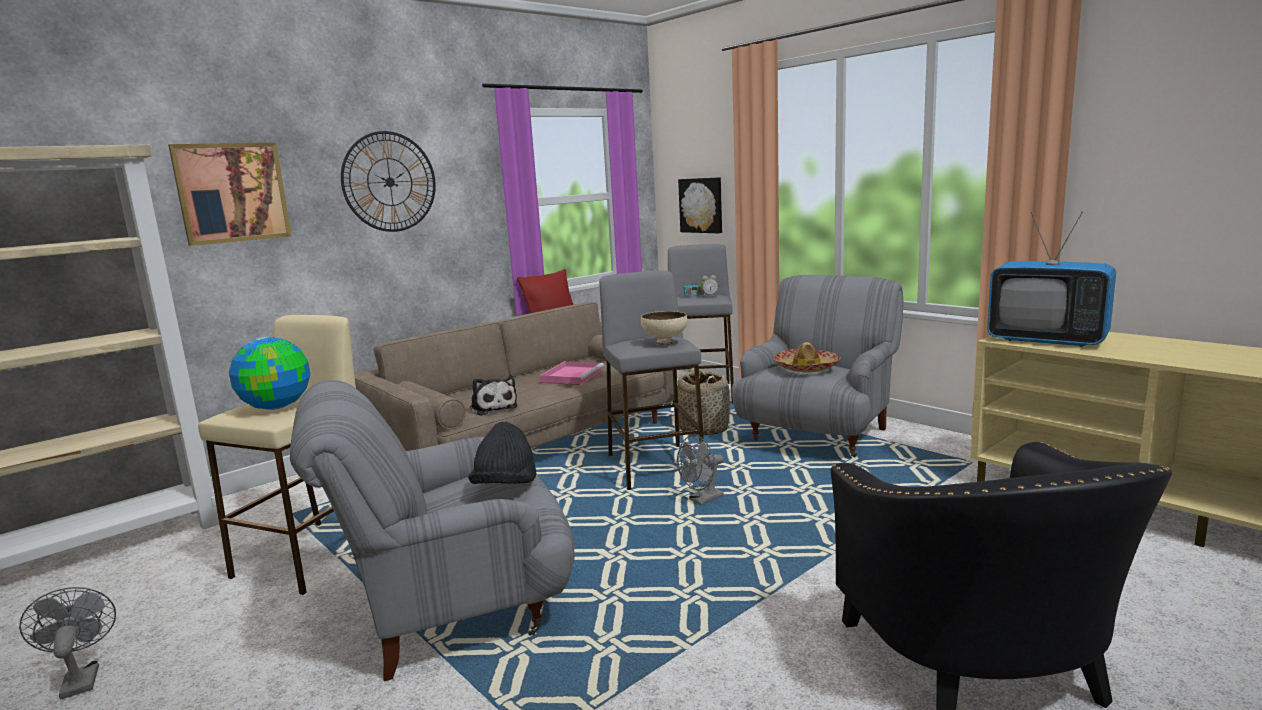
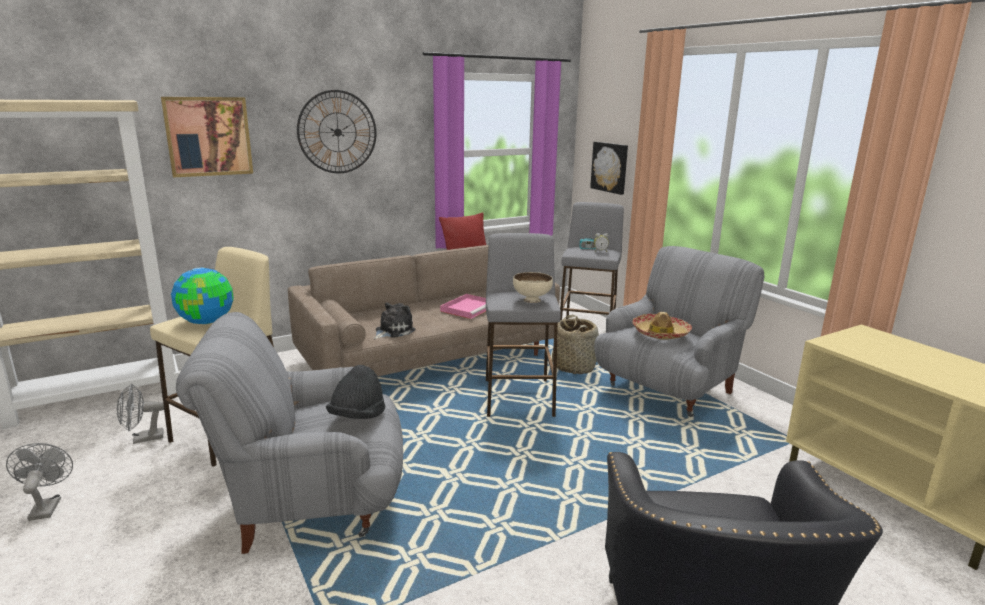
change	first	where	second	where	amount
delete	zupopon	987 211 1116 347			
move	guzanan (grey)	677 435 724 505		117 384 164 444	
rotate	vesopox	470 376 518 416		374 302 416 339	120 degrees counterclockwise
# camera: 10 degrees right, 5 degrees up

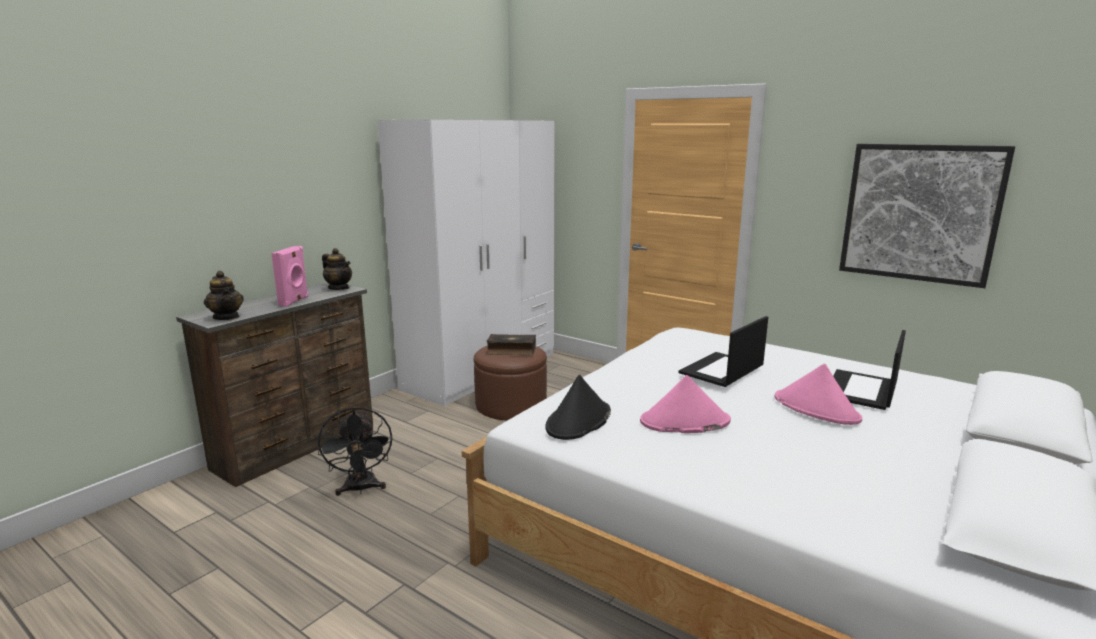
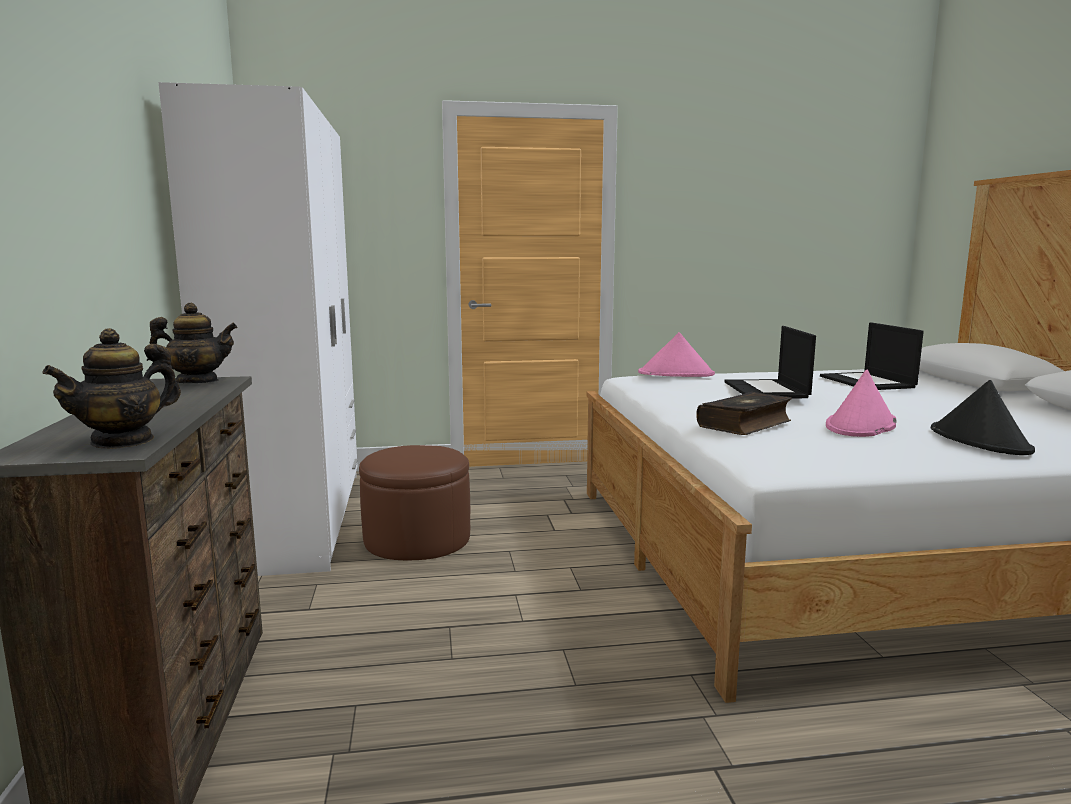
change	first	where	second	where	amount
delete	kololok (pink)	271 246 308 307			
delete	guzanan (black)	318 407 392 496			
delete	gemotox	839 144 1015 288			
move	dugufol	487 334 536 355		696 392 792 435	
move	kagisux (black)	545 375 611 440		931 380 1035 455	
move	kagisux (pink)	775 364 862 425		638 332 715 377	
rotate	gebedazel	204 271 244 320		42 328 181 449	120 degrees clockwise
# camera: 45 degrees left, 5 degrees down

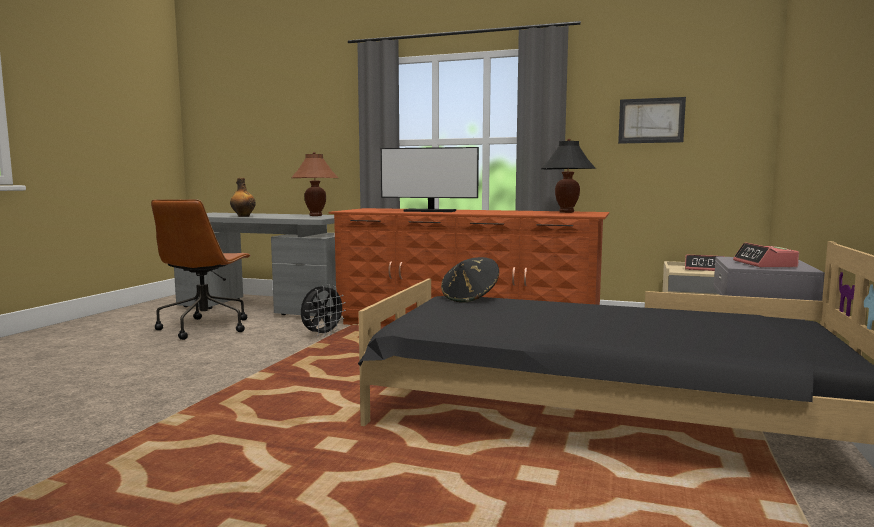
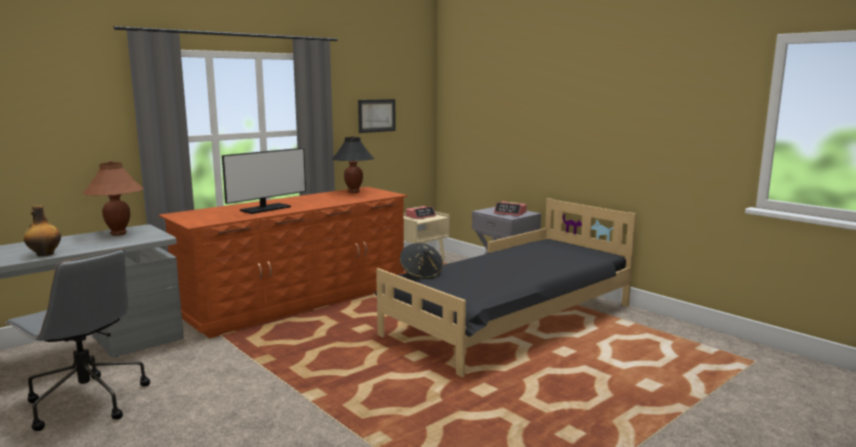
change	first	where	second	where	amount
delete	guzanan (black)	301 284 346 337			
recolor	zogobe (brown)	151 199 251 340	zogobe (grey)	5 248 150 431	
# camera: 60 degrees left, 5 degrees up

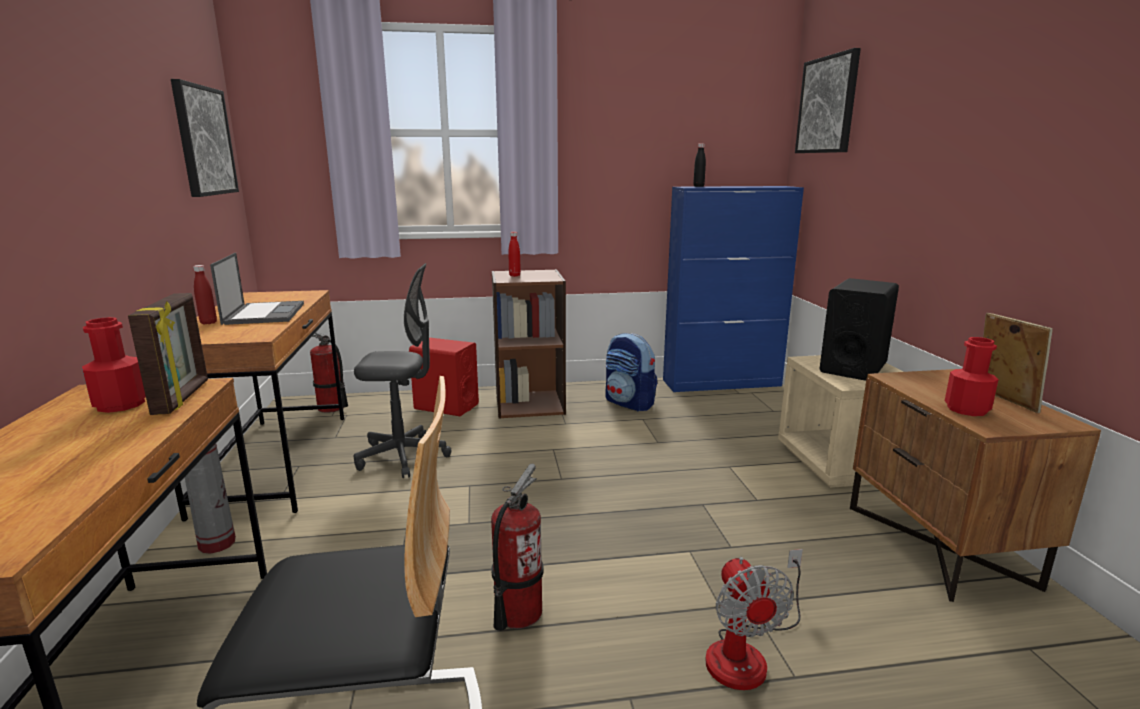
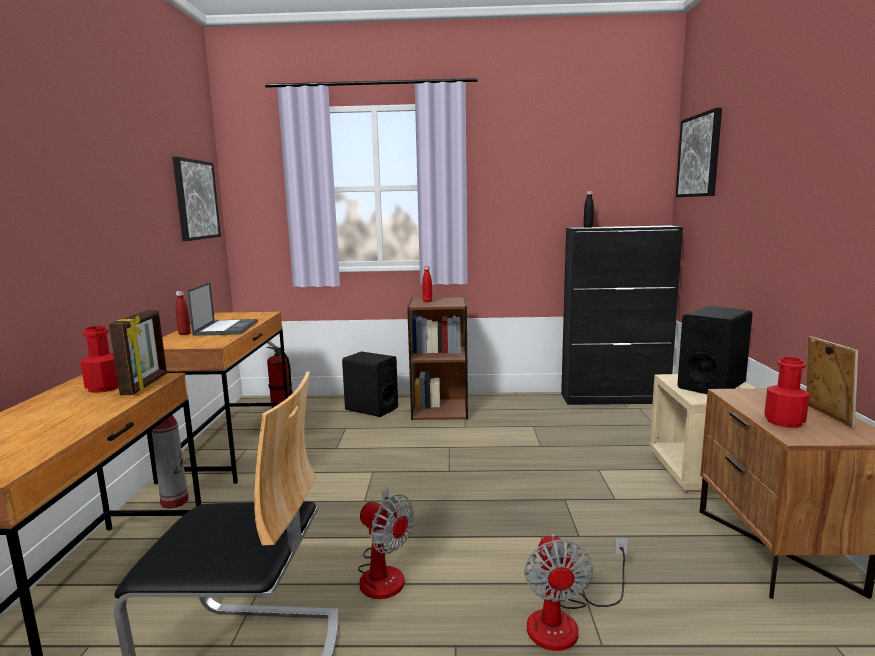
change	first	where	second	where	amount
delete	zogobe (grey)	354 263 452 478			
delete	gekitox	605 333 657 411			
replace	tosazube	491 464 544 631	guzanan	358 487 414 599	
recolor	kololok (red)	409 338 479 416	kololok (black)	342 352 398 417	
recolor	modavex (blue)	663 186 804 392	modavex (black)	561 225 683 405	
# camera: 10 degrees right, 5 degrees down

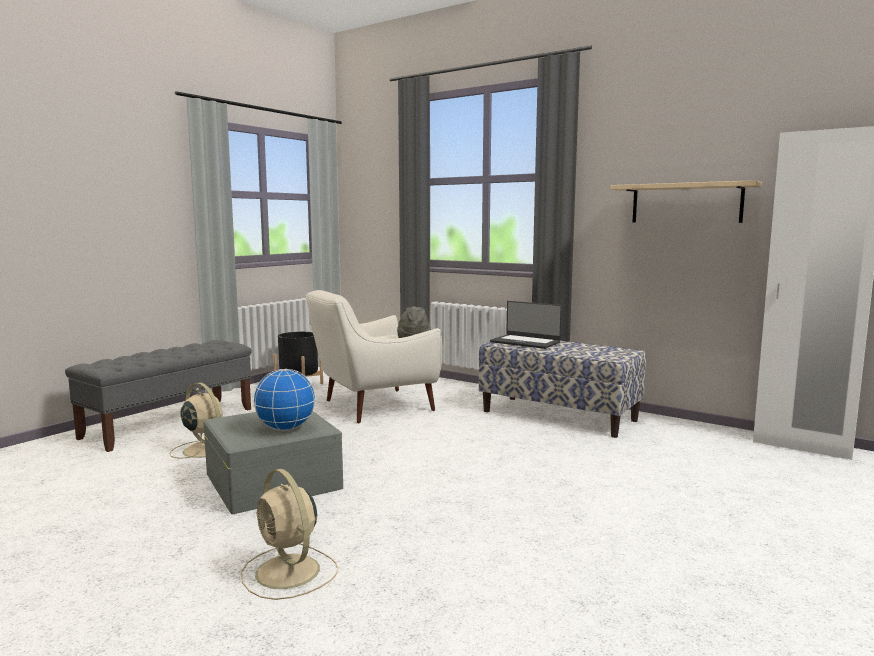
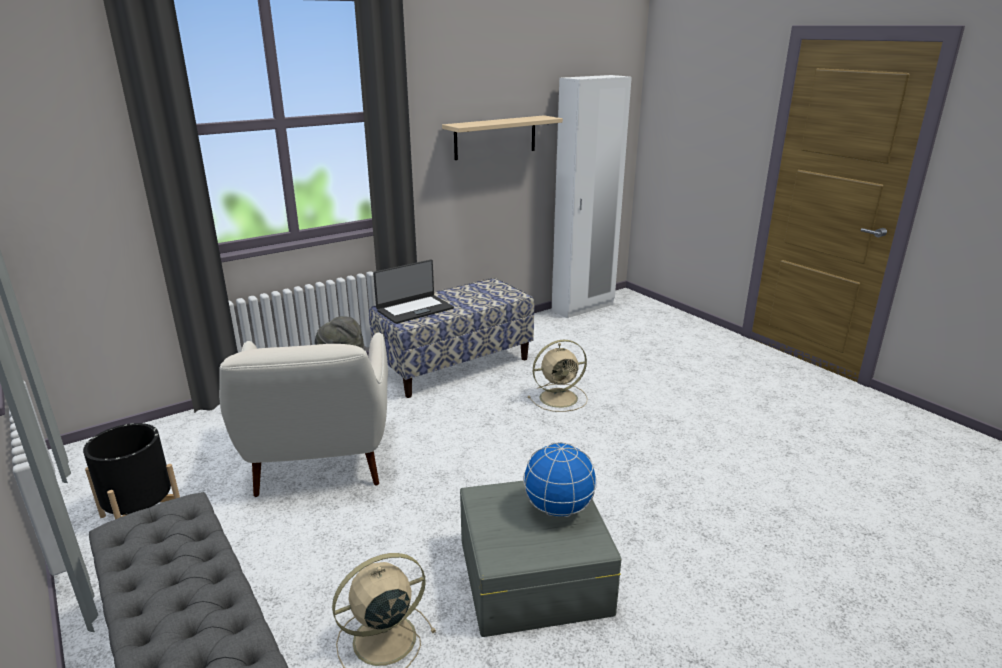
change	first	where	second	where	amount
move	guzanan (beige)	241 469 338 600		528 340 588 412	
# camera: 70 degrees left, 15 degrees up

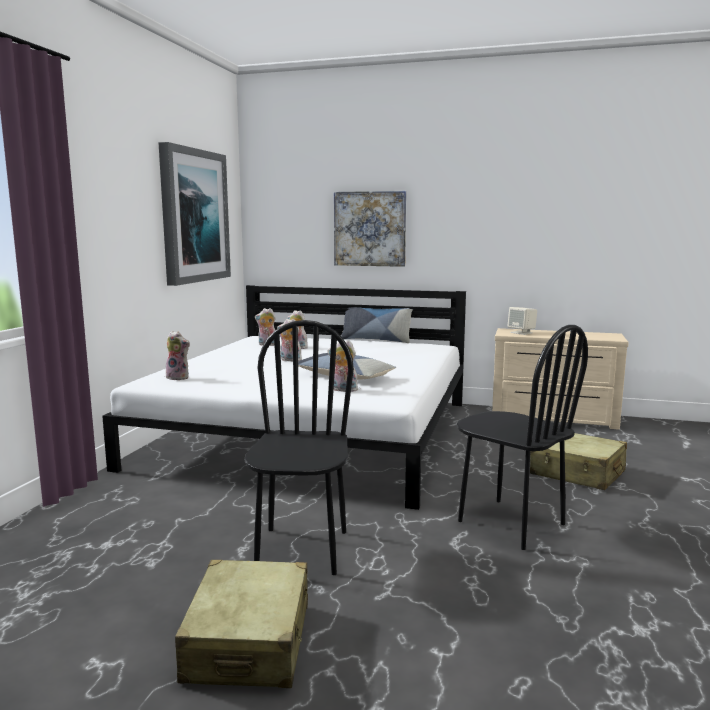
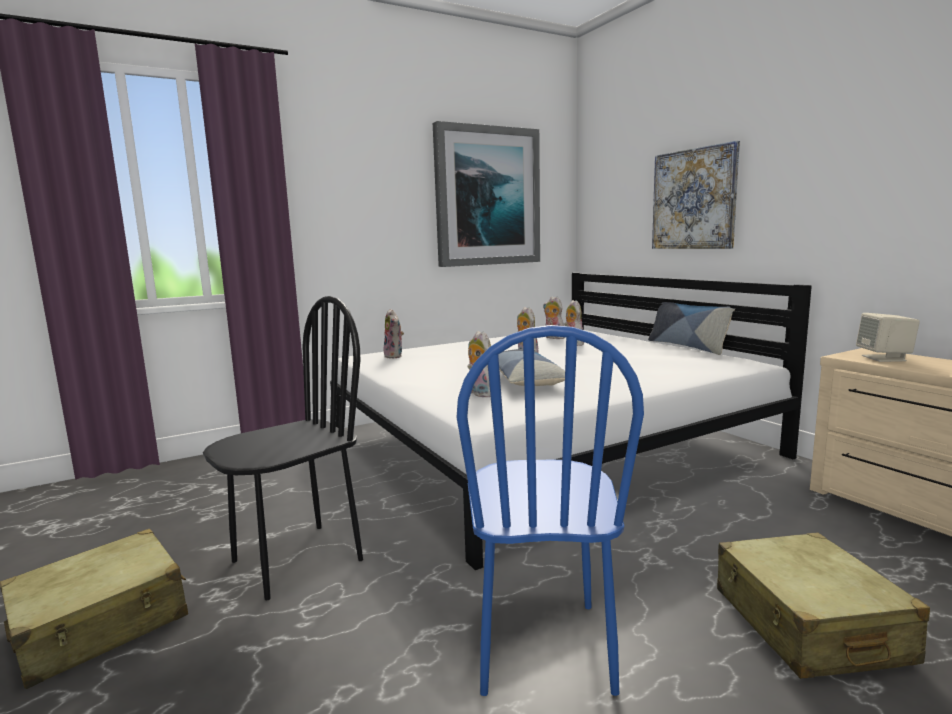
change	first	where	second	where	amount
recolor	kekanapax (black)	457 325 588 550	kekanapax (blue)	456 325 644 696	
# camera: 45 degrees right, 0 degrees up

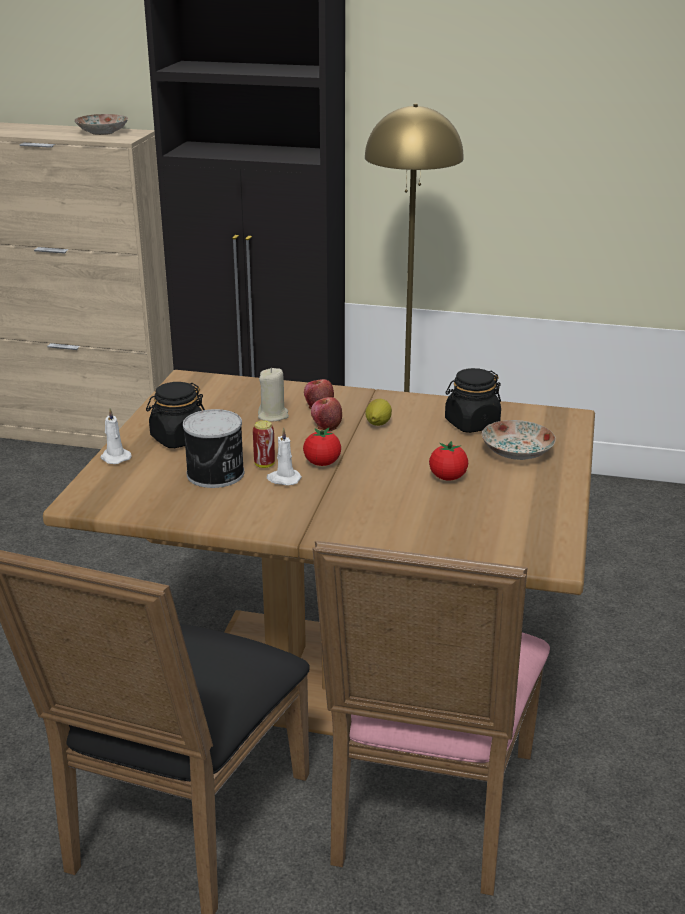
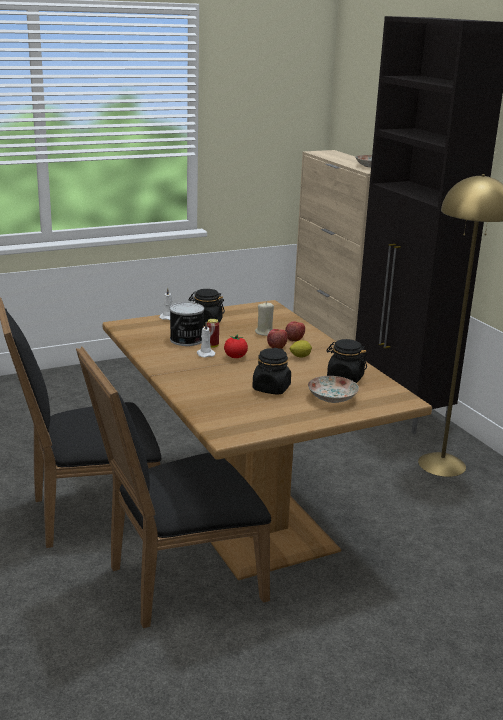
change	first	where	second	where	amount
replace	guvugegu	429 441 468 481	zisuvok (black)	252 348 291 395	
recolor	kekanapax (pink)	312 540 550 896	kekanapax (black)	76 346 271 628	
# camera: 50 degrees right, 5 degrees down

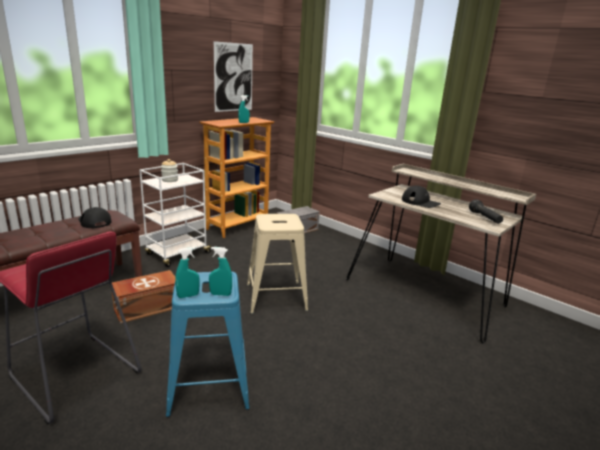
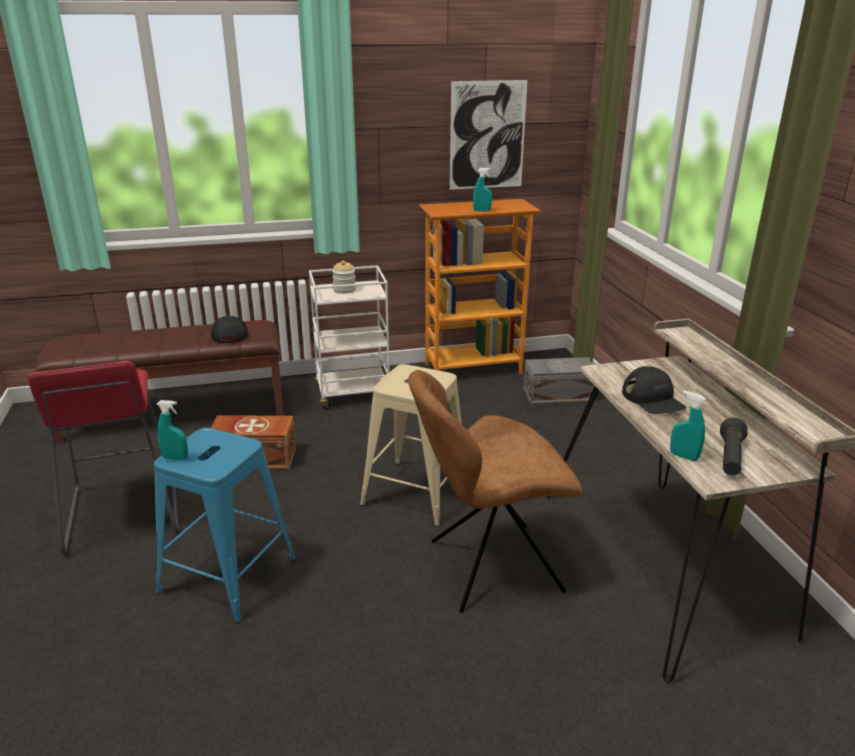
change	first	where	second	where	amount
insert			kekanapax (brown)	408 370 583 613	
move	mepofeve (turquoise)	209 247 232 296		670 391 706 461	
# camera: 35 degrees right, 5 degrees up

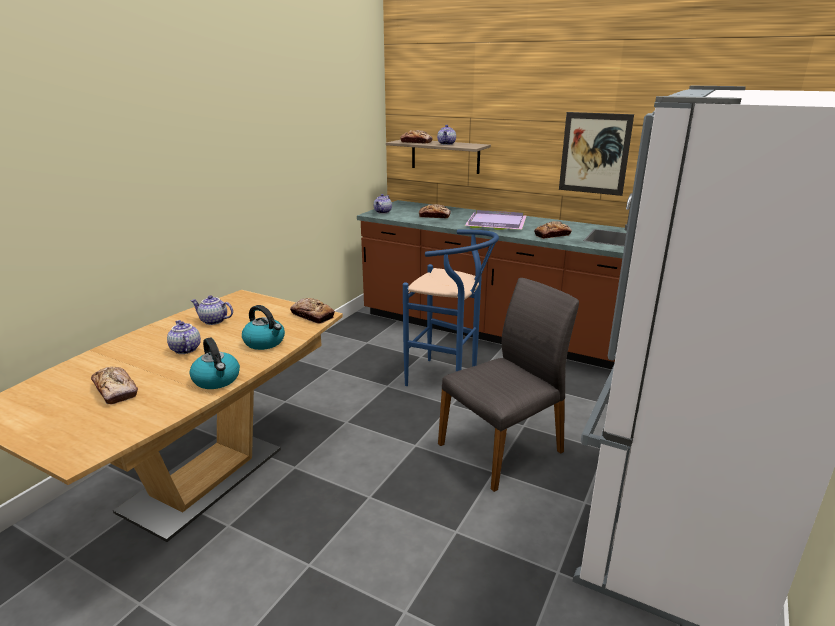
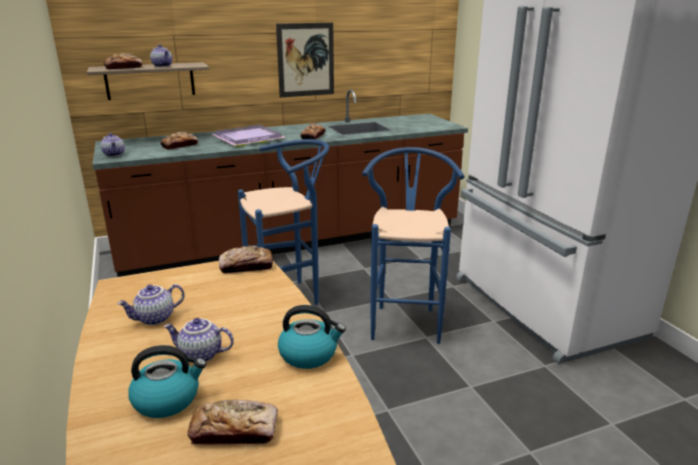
change	first	where	second	where	amount
move	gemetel	242 305 285 350		128 345 206 418	
replace	kekanapax (grey)	438 278 579 492	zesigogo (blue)	362 147 465 344	
# camera: 50 degrees left, 0 degrees up

